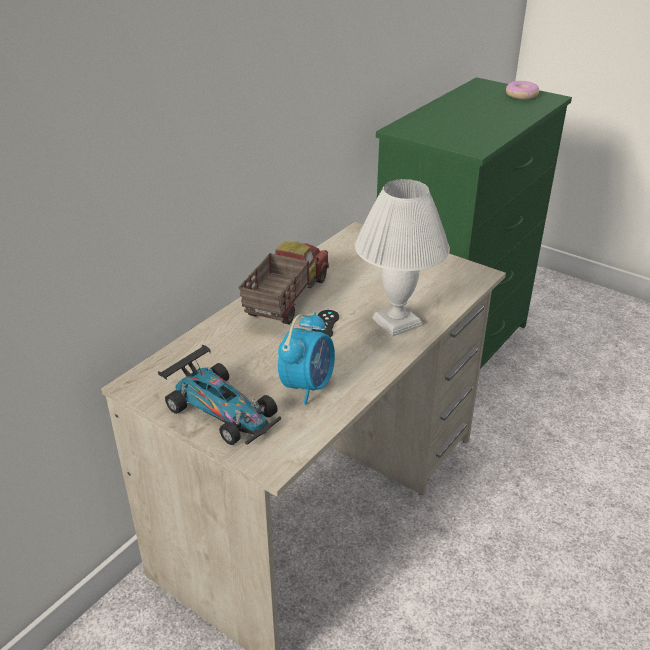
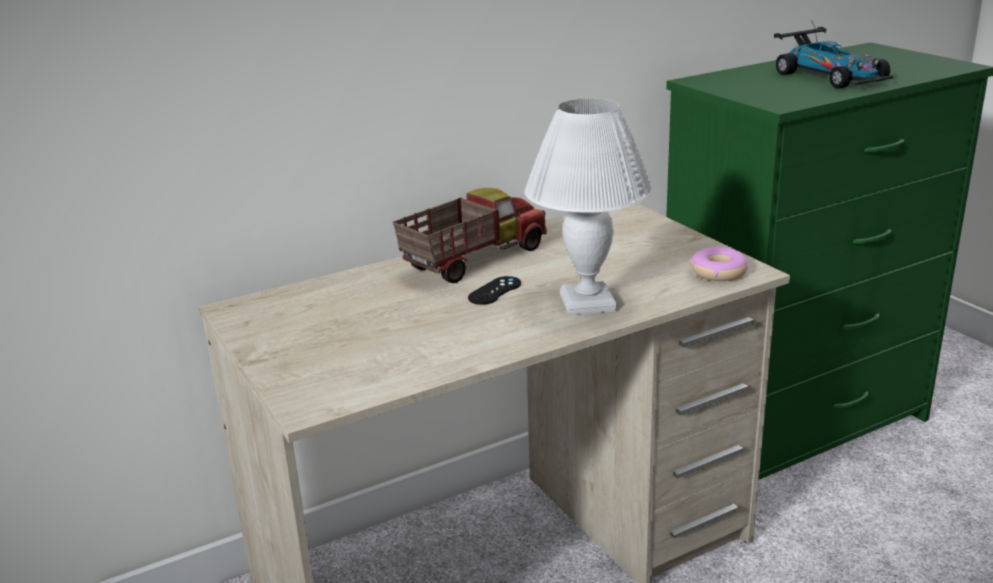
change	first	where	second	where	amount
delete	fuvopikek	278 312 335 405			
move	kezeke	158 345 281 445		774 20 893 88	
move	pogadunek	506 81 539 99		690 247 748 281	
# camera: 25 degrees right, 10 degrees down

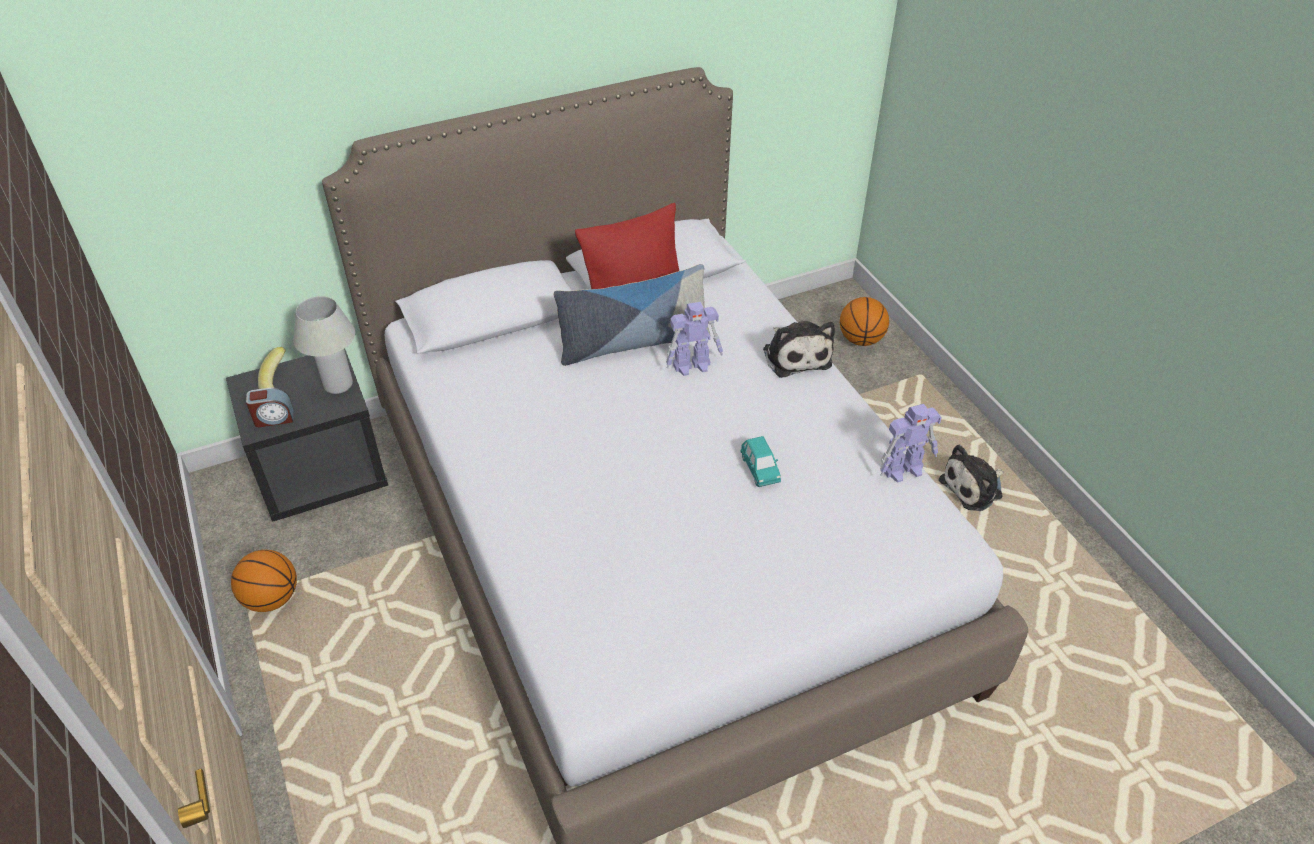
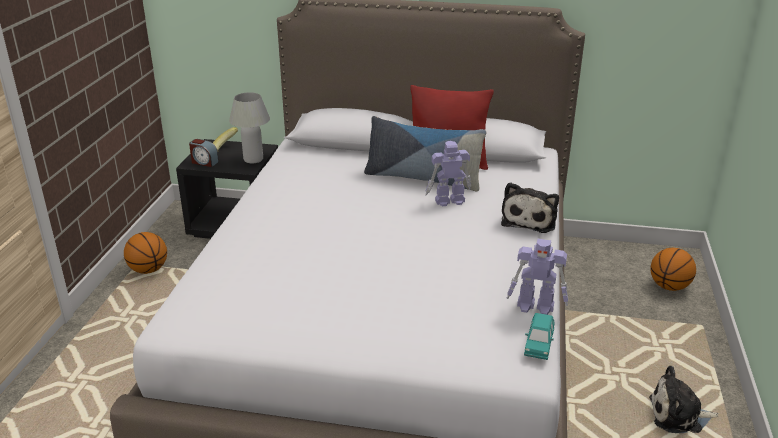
change	first	where	second	where	amount
move	kezeke (turquoise)	741 436 781 487		524 313 555 360	
rotate	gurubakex	666 302 723 376		425 141 471 206	150 degrees clockwise
# camera: 35 degrees right, 15 degrees down

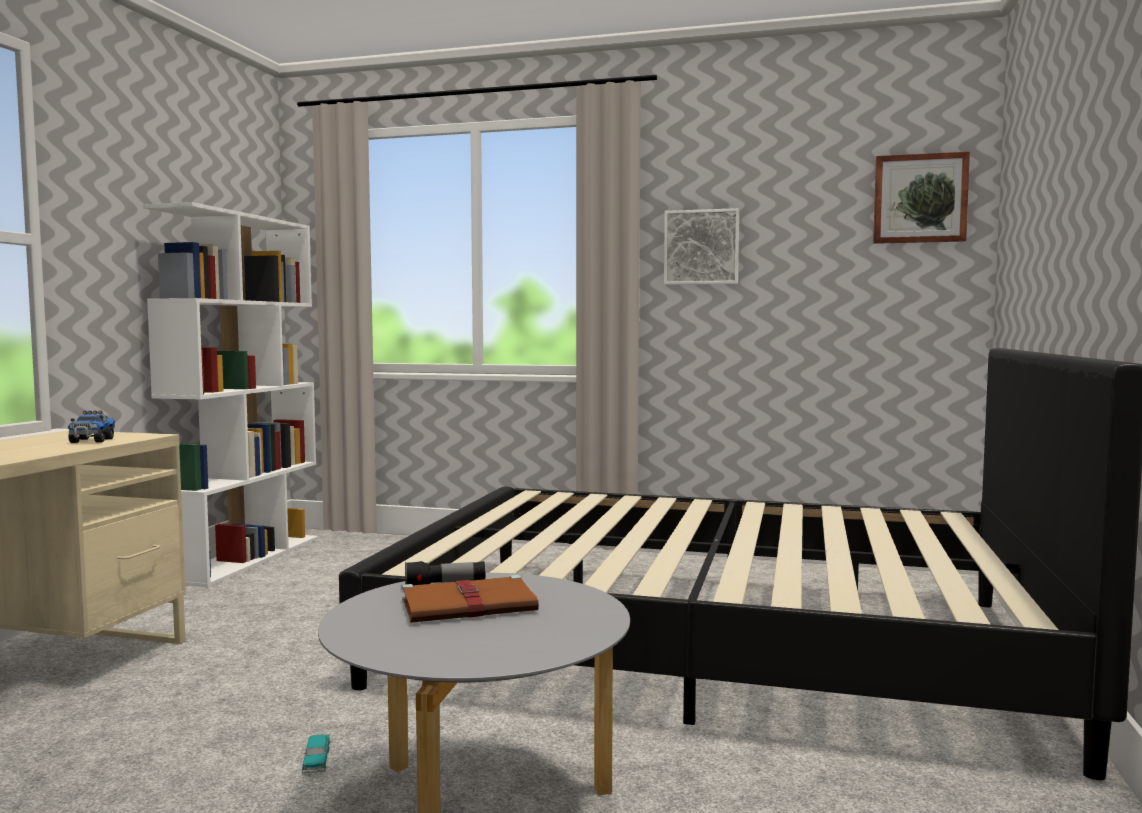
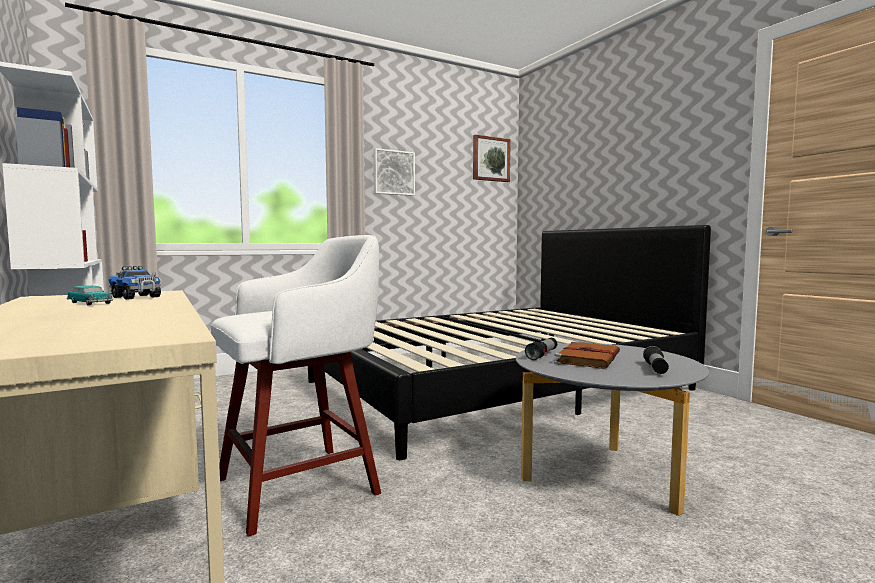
change	first	where	second	where	amount
insert			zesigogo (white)	211 235 381 537	
insert			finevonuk	643 346 669 374	
move	kezeke	302 735 330 773		67 285 113 306	
# camera: 45 degrees left, 0 degrees up

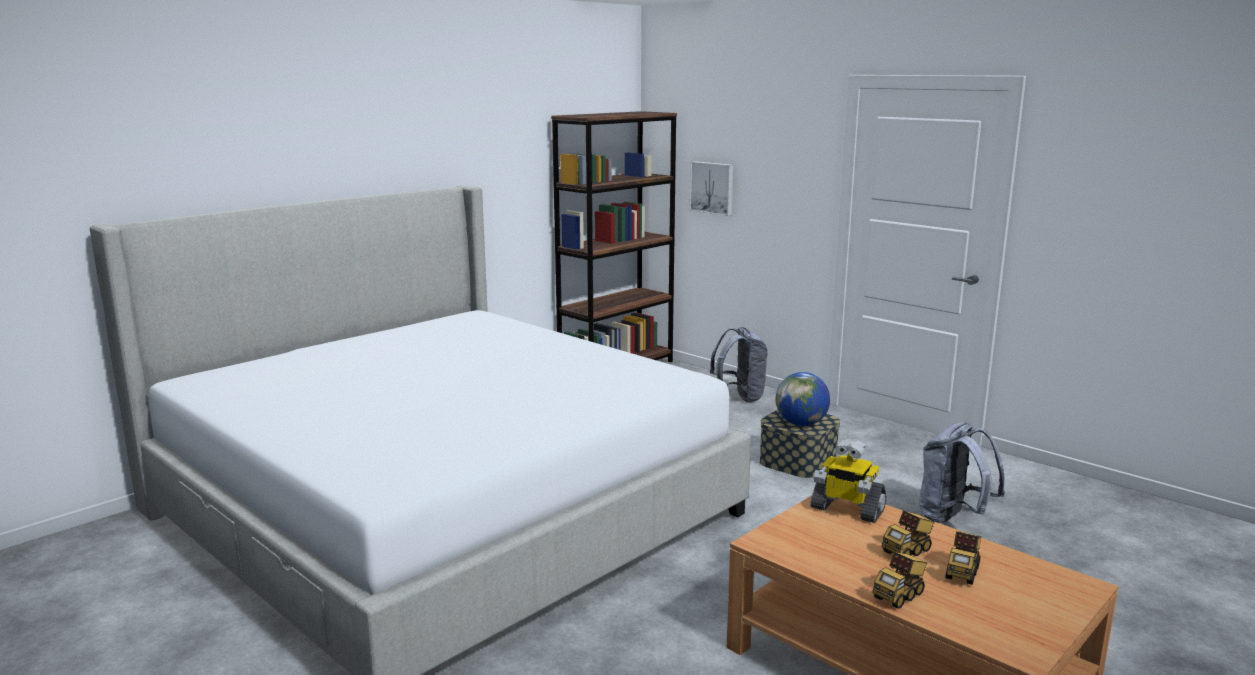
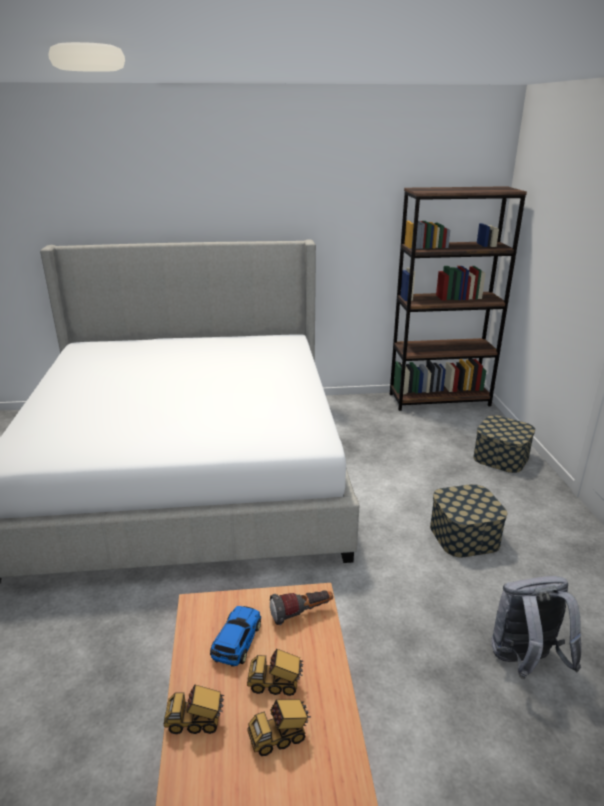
change	first	where	second	where	amount
delete	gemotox	689 161 733 216			
delete	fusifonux	776 372 830 426			
insert			kezeke	210 606 261 667	
replace	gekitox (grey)	710 327 768 402	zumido	473 415 535 473	
replace	gurubakex	811 439 887 523	finevonuk	270 590 333 625	
# camera: 40 degrees right, 10 degrees up

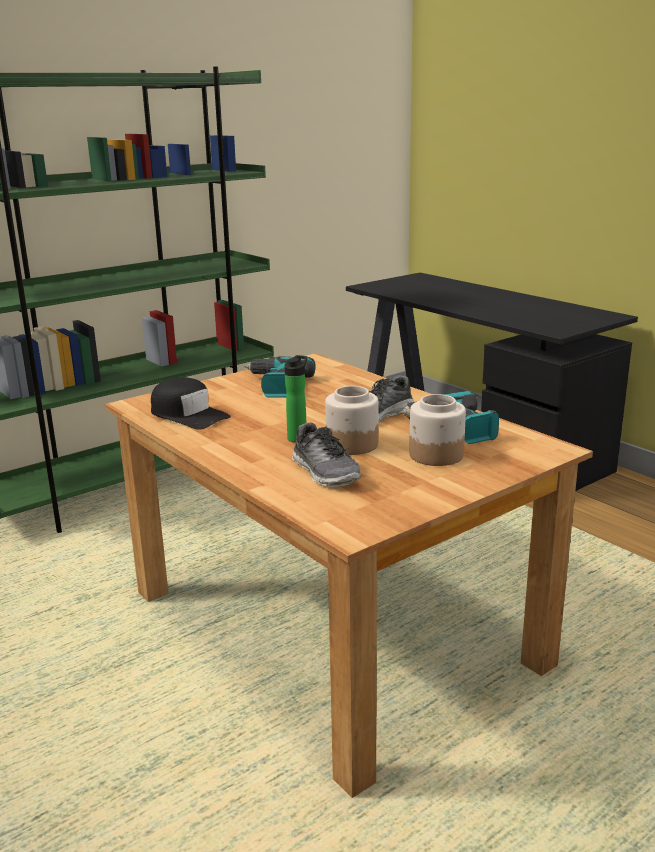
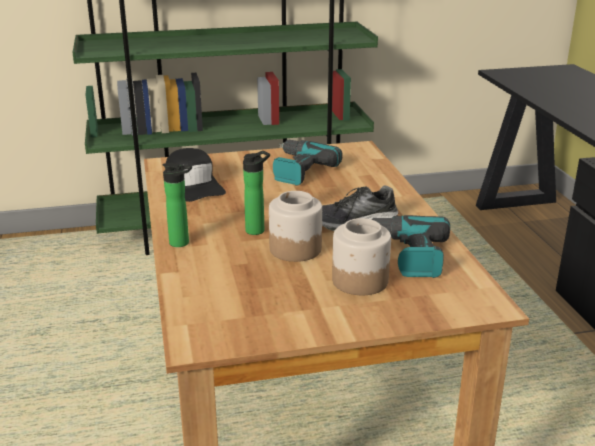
change	first	where	second	where	amount
delete	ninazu	292 422 362 487			
insert			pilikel	163 163 192 247	
# camera: 25 degrees right, 5 degrees up

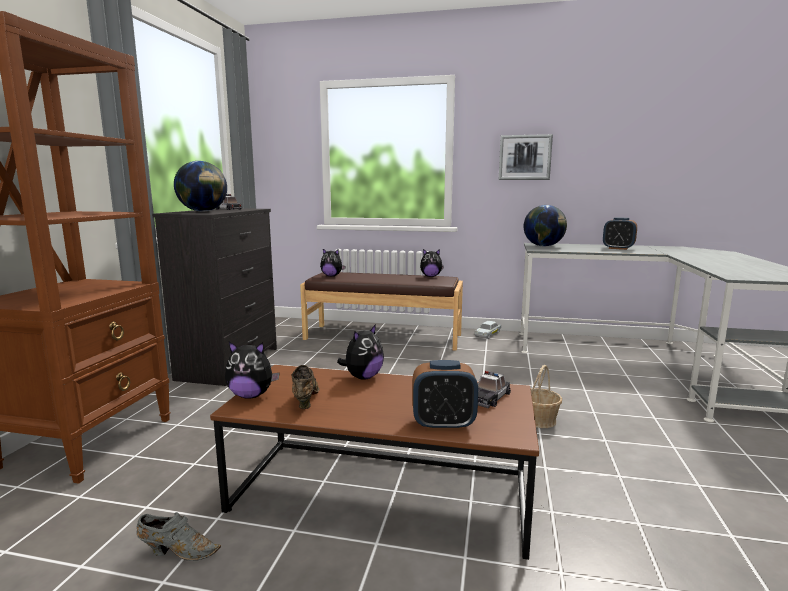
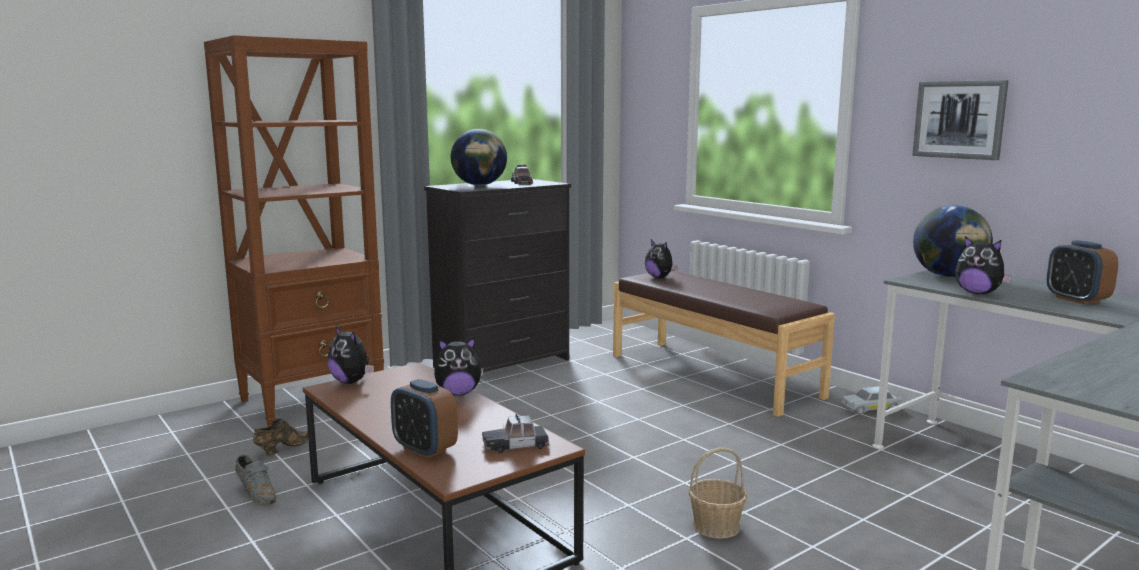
change	first	where	second	where	amount
move	ninazu (brown)	292 365 319 409		253 418 309 455	
move	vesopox	420 249 444 277		955 236 1012 294	
# camera: 40 degrees right, 0 degrees up

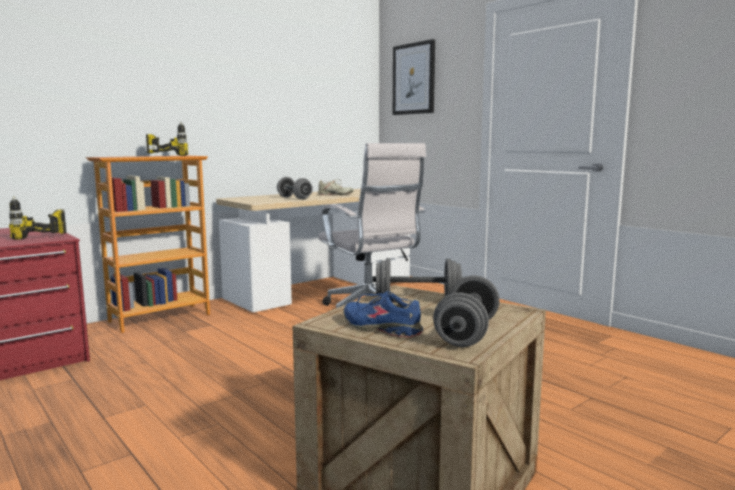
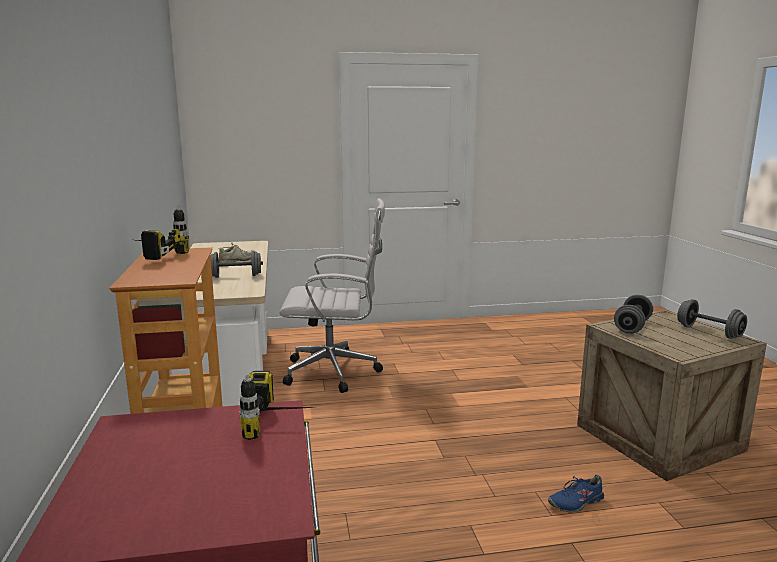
change	first	where	second	where	amount
delete	gemotox	393 39 435 115			
move	ninazu (blue)	343 291 423 338		548 475 605 512	
# camera: 60 degrees left, 5 degrees up

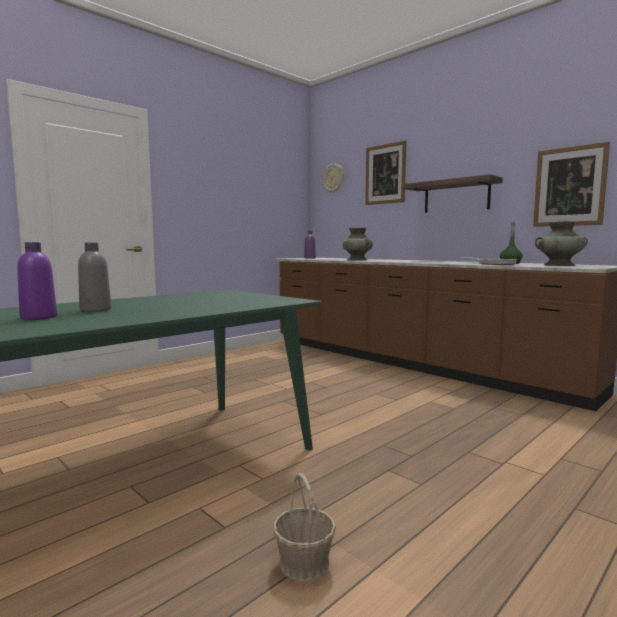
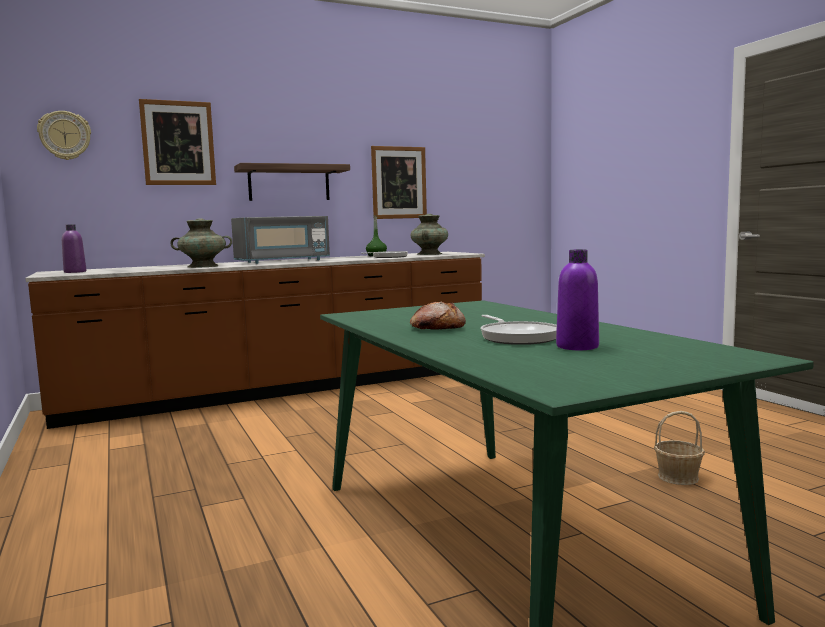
change	first	where	second	where	amount
insert			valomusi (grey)	231 216 330 264	
insert			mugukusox	410 301 466 330	
replace	pilikel (grey)	78 243 111 312	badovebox	481 315 557 345	
# camera: 70 degrees left, 0 degrees up

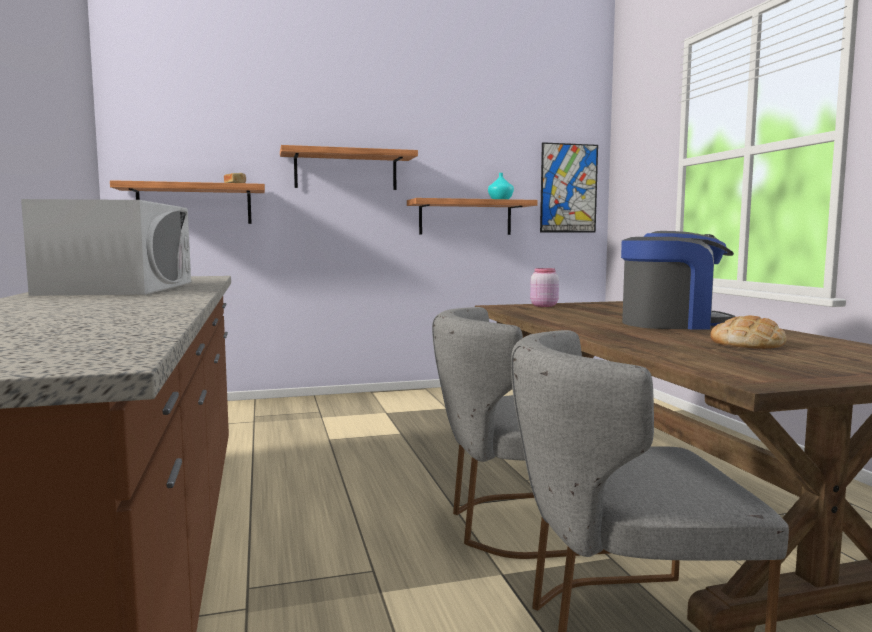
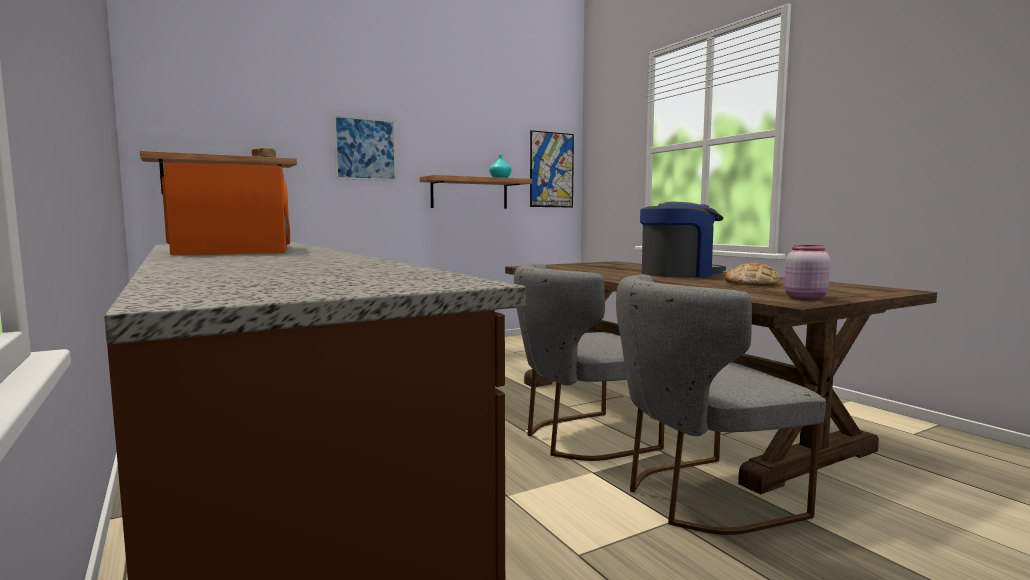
change	first	where	second	where	amount
move	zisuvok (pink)	530 268 559 307		784 245 830 300	
replace	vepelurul	280 145 418 190	gemotox	333 115 397 181	
recolor	valomusi (white)	21 199 191 296	valomusi (orange)	162 162 290 255	
# camera: 15 degrees left, 0 degrees up

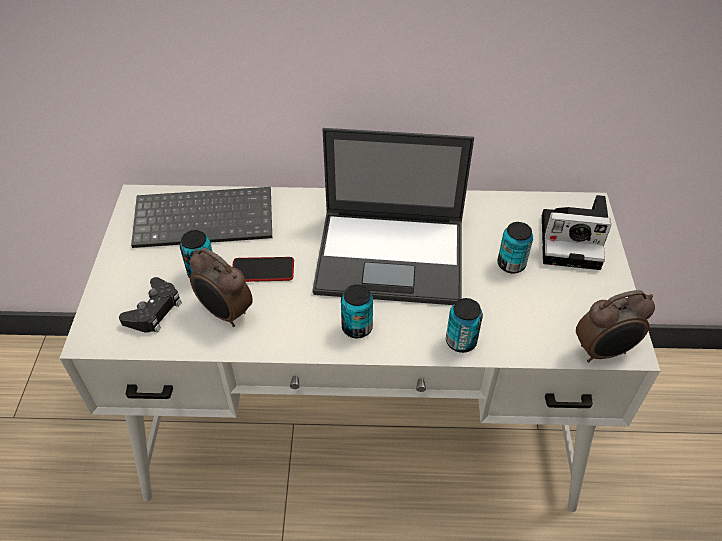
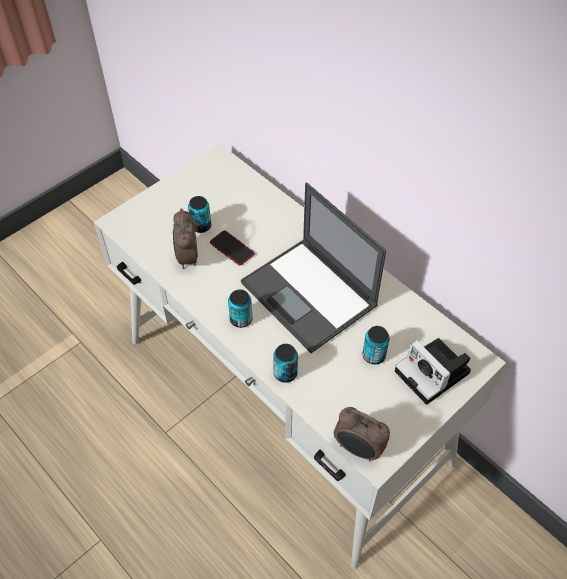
change	first	where	second	where	amount
delete	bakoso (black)	119 277 182 333			
delete	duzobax	131 187 272 248			
# camera: 45 degrees right, 5 degrees up

